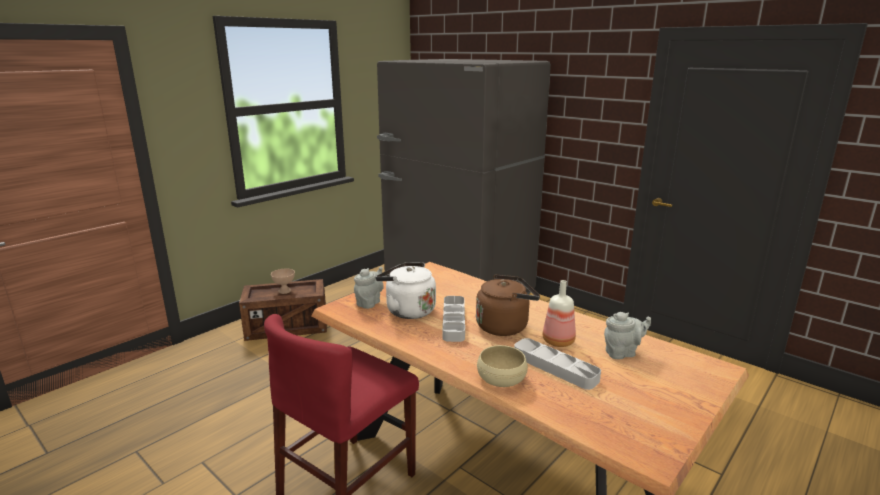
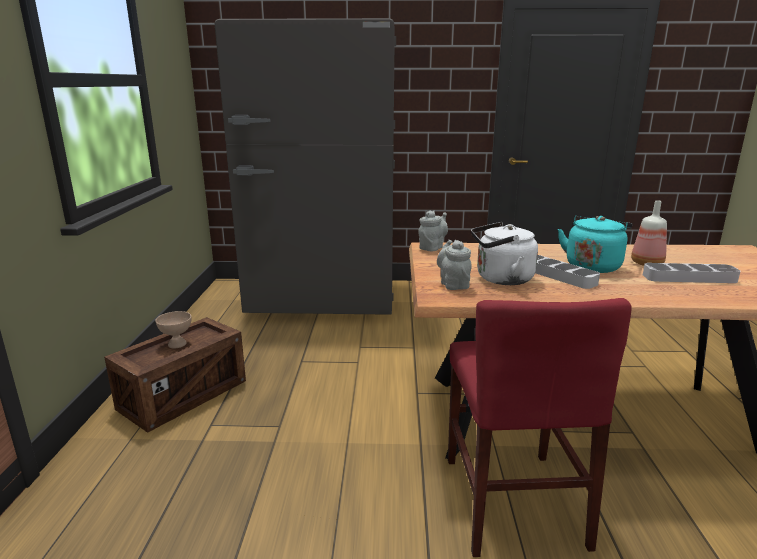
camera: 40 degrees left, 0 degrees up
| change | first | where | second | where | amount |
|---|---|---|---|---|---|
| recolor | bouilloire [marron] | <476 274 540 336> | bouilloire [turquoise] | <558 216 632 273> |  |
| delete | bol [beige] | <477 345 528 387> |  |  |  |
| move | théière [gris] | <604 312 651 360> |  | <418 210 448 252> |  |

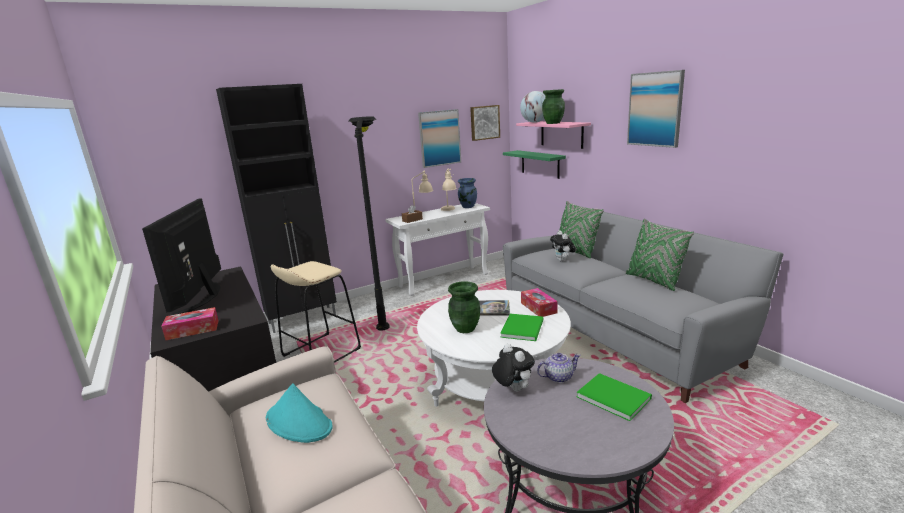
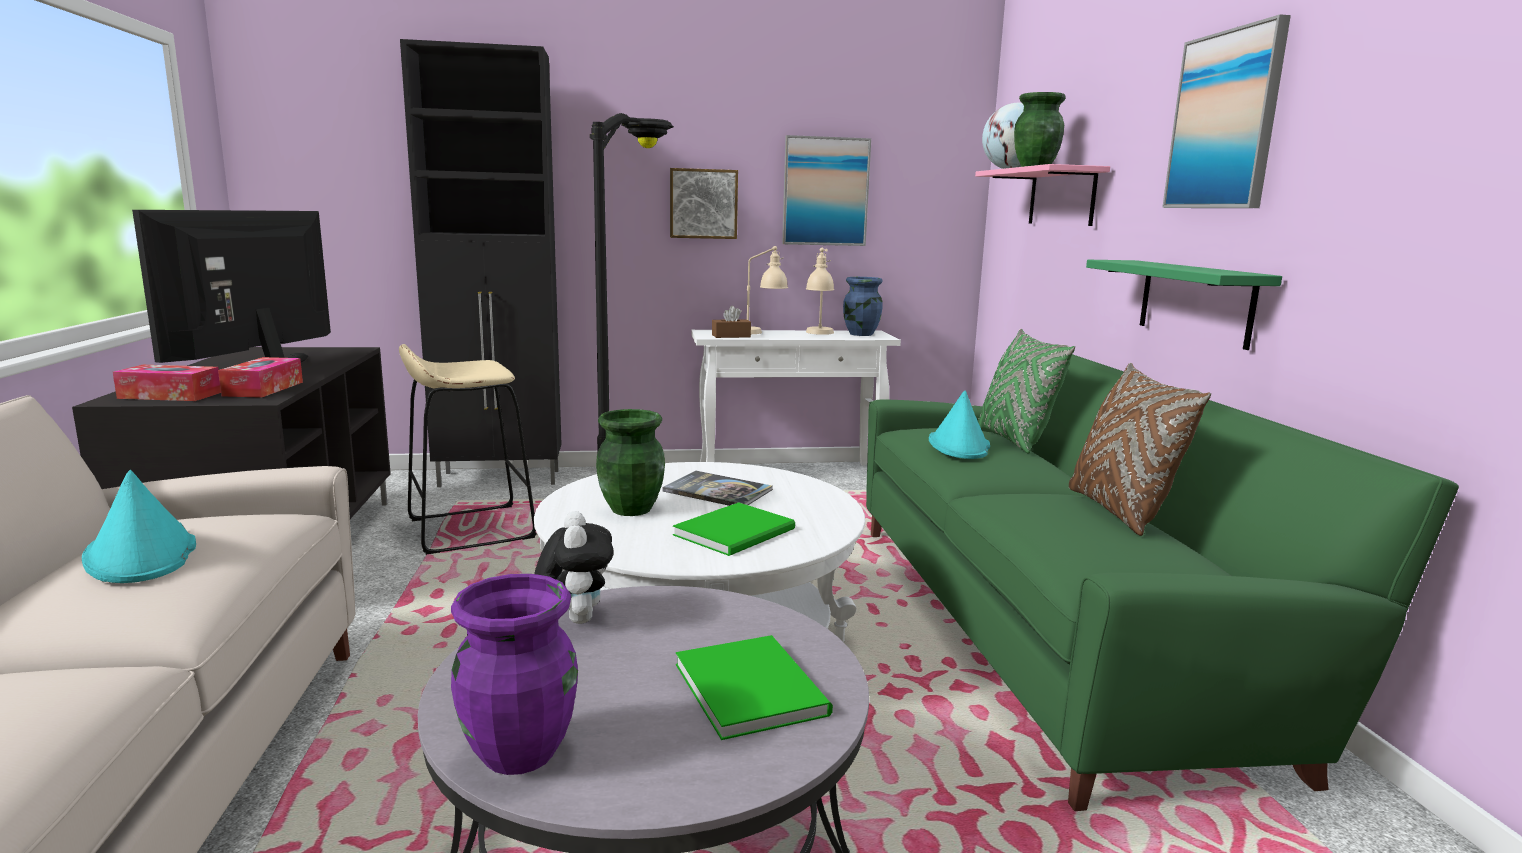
camera: 20 degrees right, 5 degrees down
| change | first | where | second | where | amount |
|---|---|---|---|---|---|
| move | tableau | <470 105 500 141> |  | <670 168 738 239> |  |
| move | étagère [vert] | <503 150 566 179> |  | <1086 260 1282 350> |  |
| recolor | canapé [gris] | <503 206 784 403> | canapé [vert] | <866 354 1459 811> |  |
| move | boîte à mouchoirs | <521 288 558 317> |  | <218 357 303 398> |  |
| delete | théière | <537 353 581 383> |  |  |  |
| replace | peluche | <550 230 576 262> | chapeau [turquoise] | <929 391 990 459> |  |
| recolor | coussin [vert] | <626 218 694 291> | coussin [marron] | <1069 363 1211 536> |  |
| insert |  |  | vase [violet] | <451 574 578 775> |  |

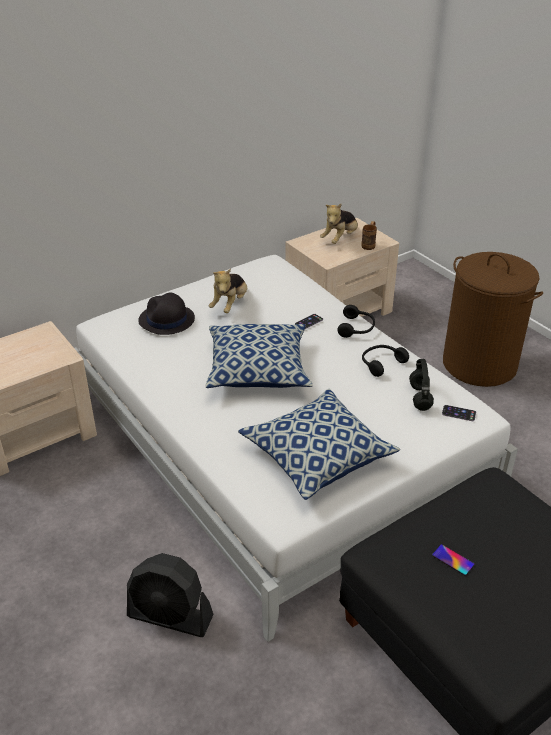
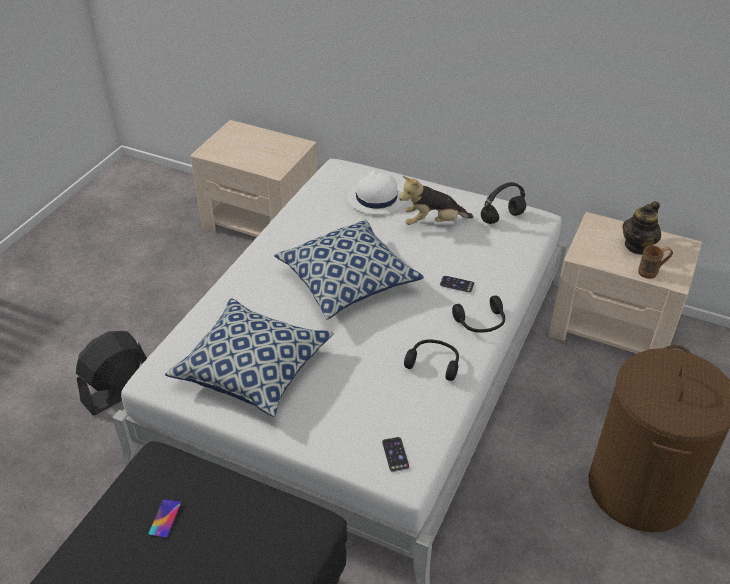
camera: 60 degrees right, 5 degrees up
| change | first | where | second | where | amount |
|---|---|---|---|---|---|
| rotate | ventilateur [noir] | <127 553 214 637> |  | <76 331 147 415> | 60 degrees clockwise |
| recolor | chapeau [noir] | <138 292 195 335> | chapeau [blanc] | <348 170 406 215> |  |
| replace | peluche | <320 204 358 244> | théière | <623 201 661 255> |  |
| move | casque audio [noir] | <409 359 434 411> |  | <481 182 526 224> |  |

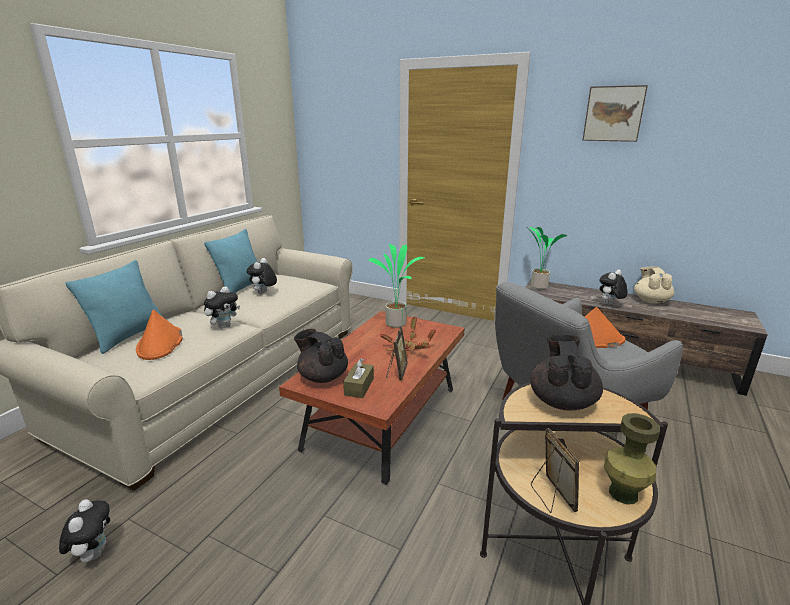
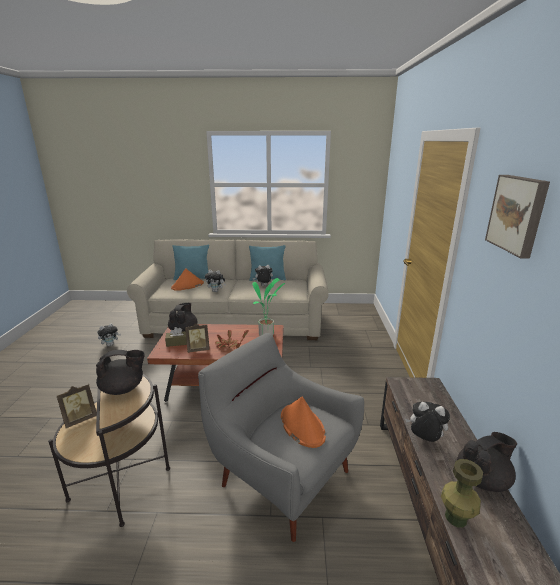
camera: 65 degrees right, 0 degrees up
| change | first | where | second | where | amount |
|---|---|---|---|---|---|
| delete | plante en pot | <525 226 567 289> |  |  |  |
| move | vase [vert] | <604 413 660 504> |  | <441 459 483 528> |  |
| recolor | théière [beige] | <634 267 674 304> | théière [noir] | <457 432 517 492> |  |

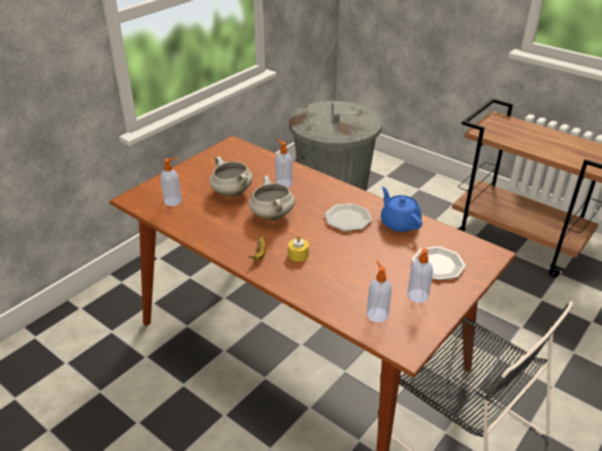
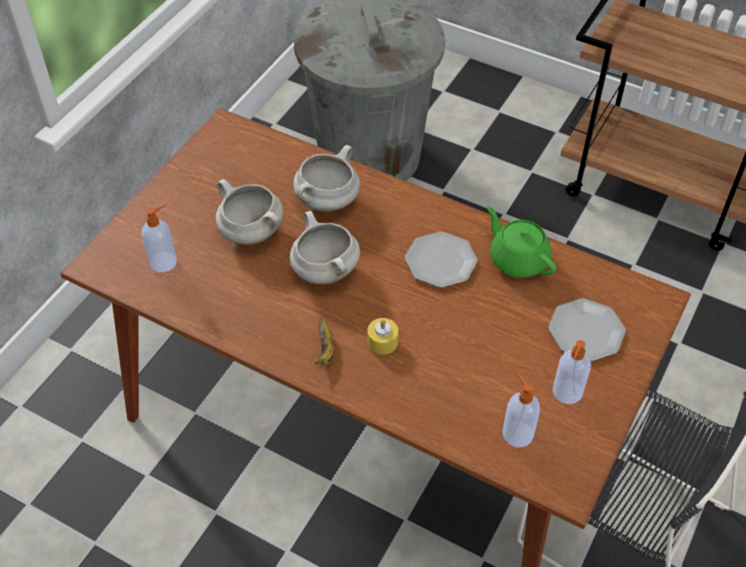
camera: 10 degrees left, 15 degrees up
| change | first | where | second | where | amount |
|---|---|---|---|---|---|
| replace | distributeur de savon | <275 139 293 187> | marmite [blanc] | <293 145 360 212> |  |
| recolor | théière [bleu] | <381 187 422 232> | théière [vert] | <487 206 557 278> |  |

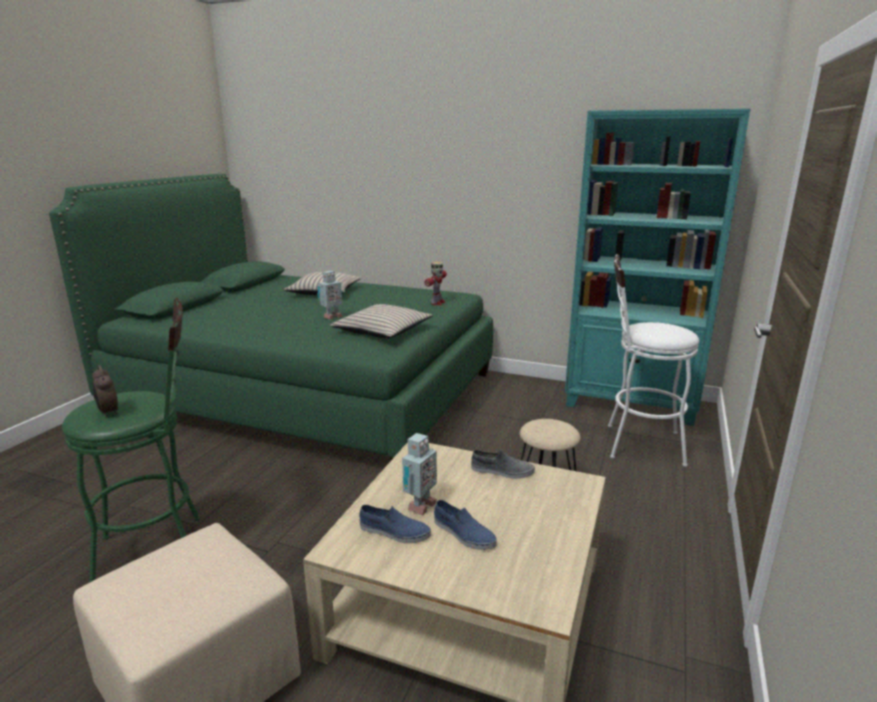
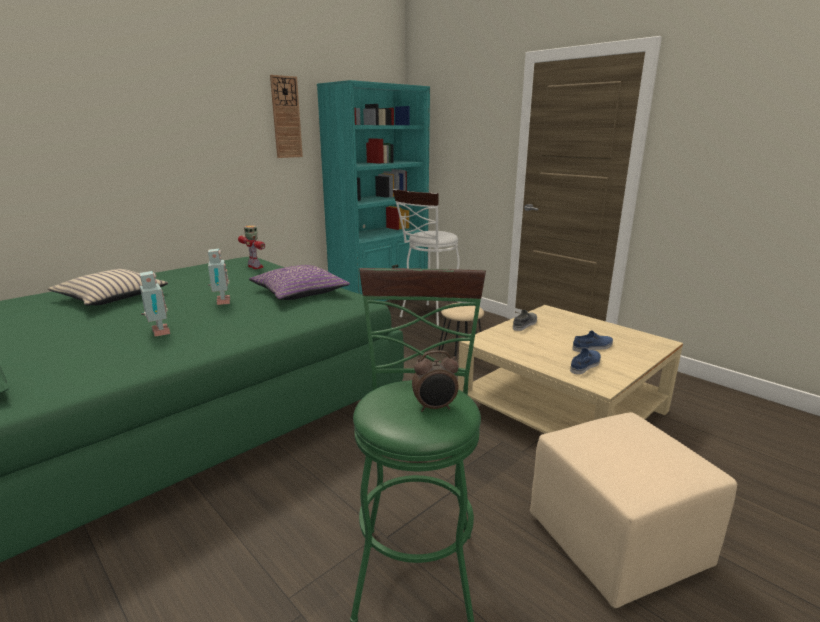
camera: 65 degrees left, 0 degrees up
| change | first | where | second | where | amount |
|---|---|---|---|---|---|
| recolor | coussin [beige] | <330 304 433 338> | coussin [violet] | <249 265 350 300> |  |
| move | robot jouet | <402 433 437 516> |  | <139 271 170 337> |  |
| insert |  |  | horloge murale | <270 75 303 158> |  |

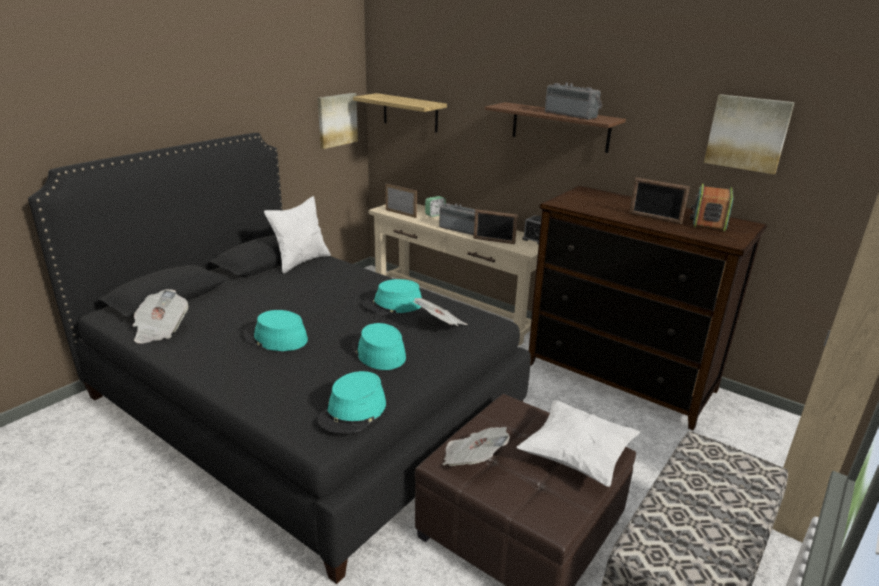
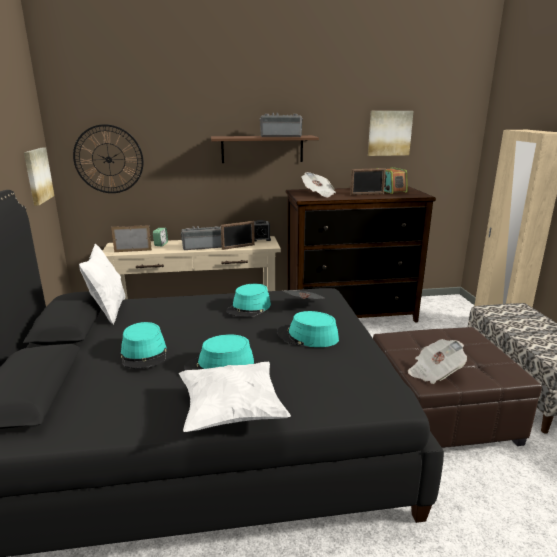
camera: 45 degrees left, 5 degrees down
| change | first | where | second | where | amount |
|---|---|---|---|---|---|
| move | journal | <132 289 188 343> |  | <301 172 336 198> |  |
| move | chapeau [turquoise] | <317 371 386 433> |  | <121 322 167 369> |  |
| replace | étagère | <353 93 447 133> | horloge murale | <73 124 144 193> |  |
| move | coussin [blanc] | <516 400 640 487> |  | <179 362 291 432> |  |

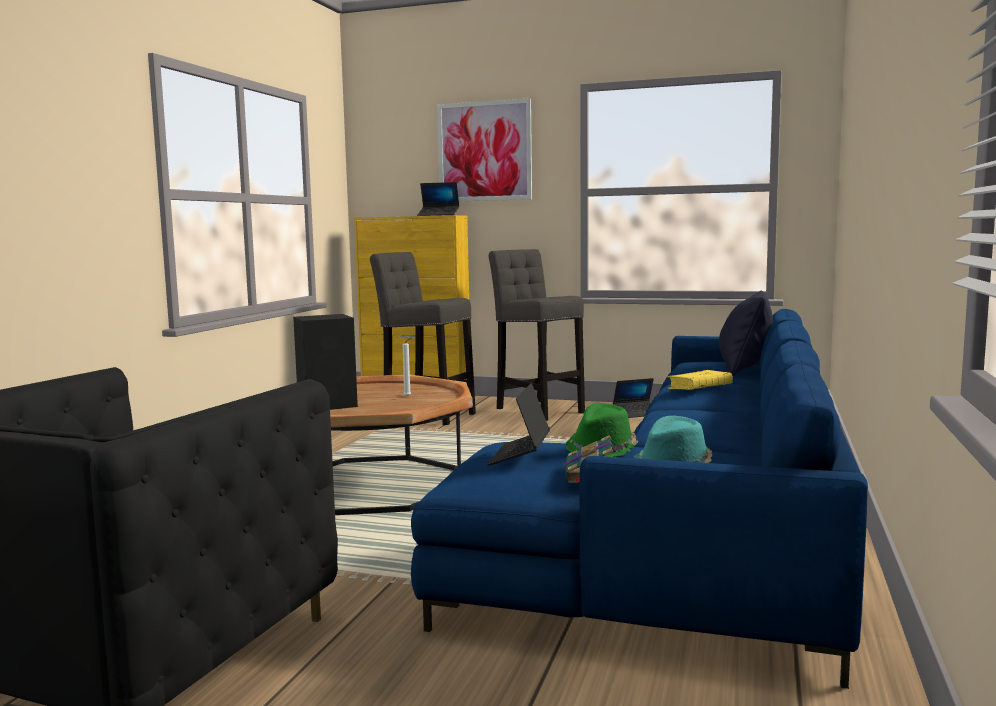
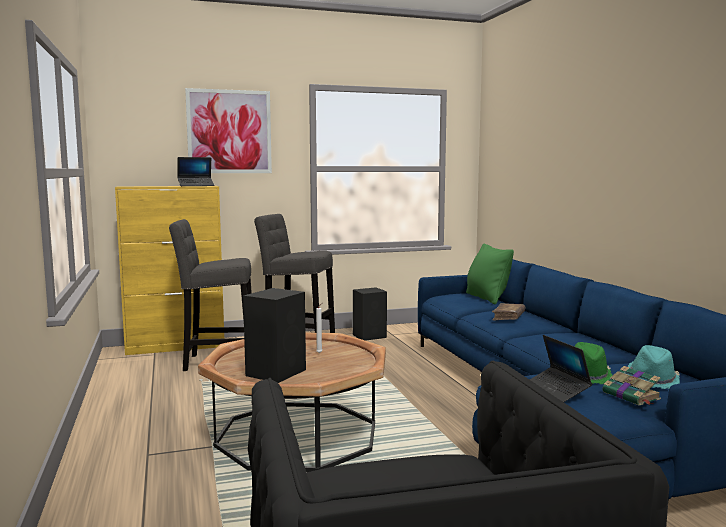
camera: 35 degrees left, 0 degrees up
| change | first | where | second | where | amount |
|---|---|---|---|---|---|
| replace | ordinateur portable | <613 378 654 418> | enceinte [noir] | <353 287 387 341> |  |
| recolor | livre [jaune] | <667 370 733 390> | livre [marron] | <492 303 525 320> |  |
| recolor | coussin [noir] | <719 291 773 376> | coussin [vert] | <466 243 514 304> |  |

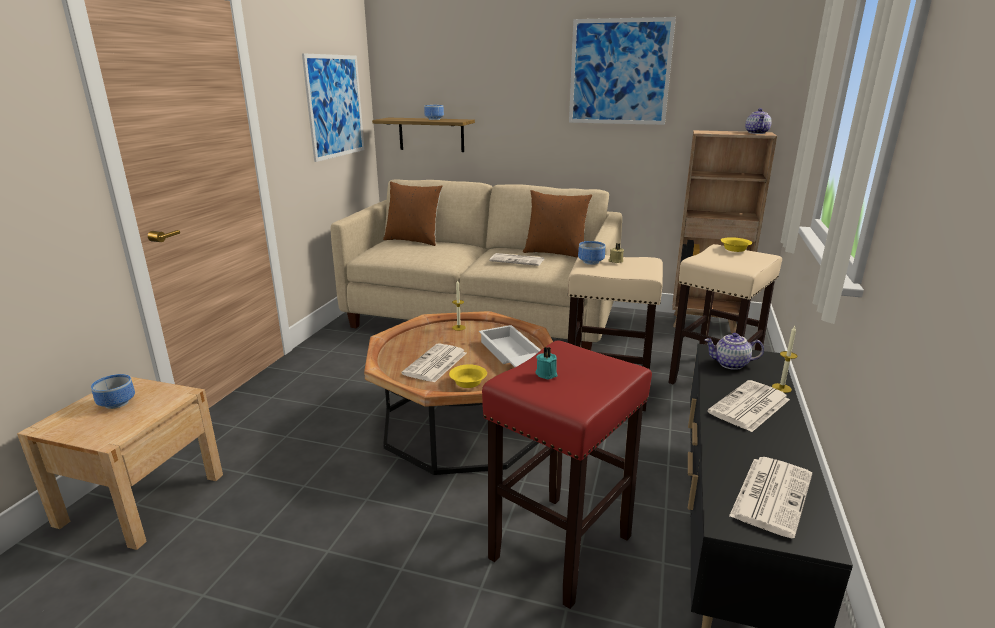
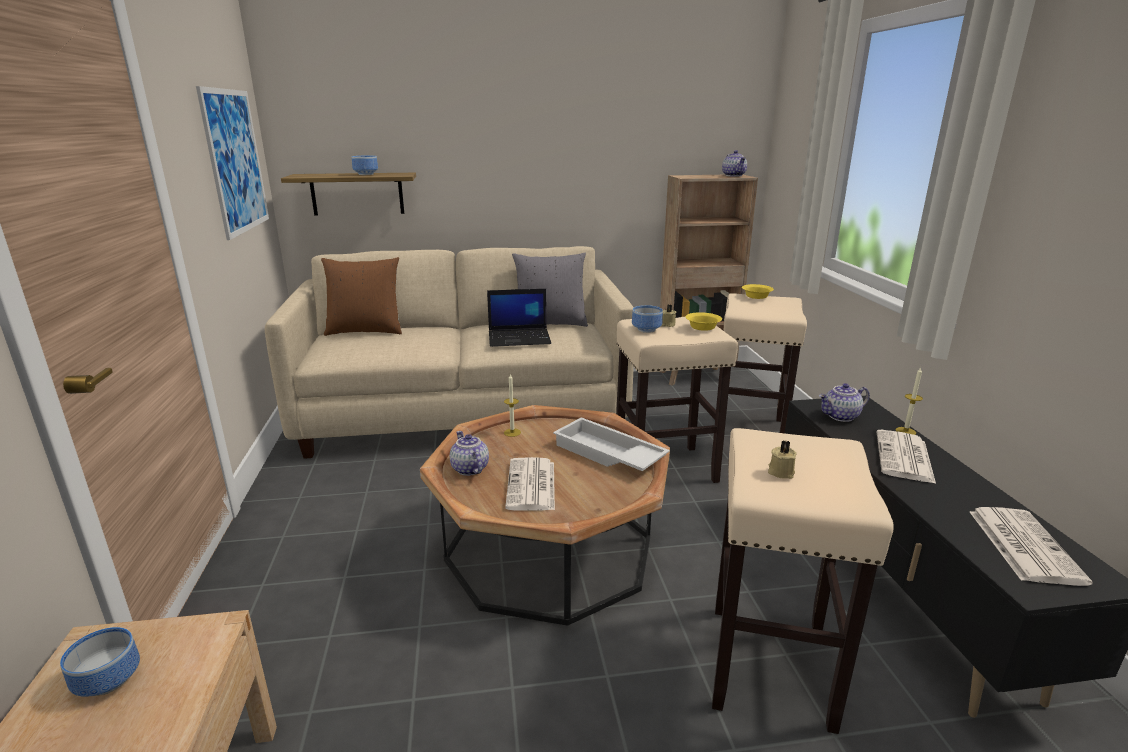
camera: 25 degrees left, 0 degrees up
| change | first | where | second | where | amount |
|---|---|---|---|---|---|
| move | bol [jaune] | <449 364 487 388> |  | <685 312 722 331> |  |
| recolor | tabouret [rouge] | <482 340 652 609> | tabouret [beige] | <712 428 894 734> |  |
| replace | journal | <489 253 544 266> | ordinateur portable | <487 289 551 347> |  |
| recolor | coussin [marron] | <523 190 592 258> | coussin [gris] | <512 253 588 327> |  |
| recolor | bougie [turquoise] | <535 347 558 379> | bougie [beige] | <768 440 797 479> |  |
| delete | tableau | <569 17 676 125> |  |  |  |
| insert |  |  | théière | <450 431 489 476> |  |

